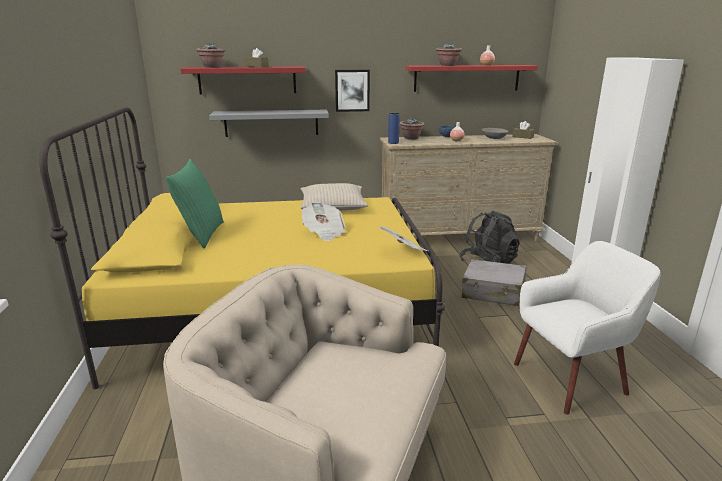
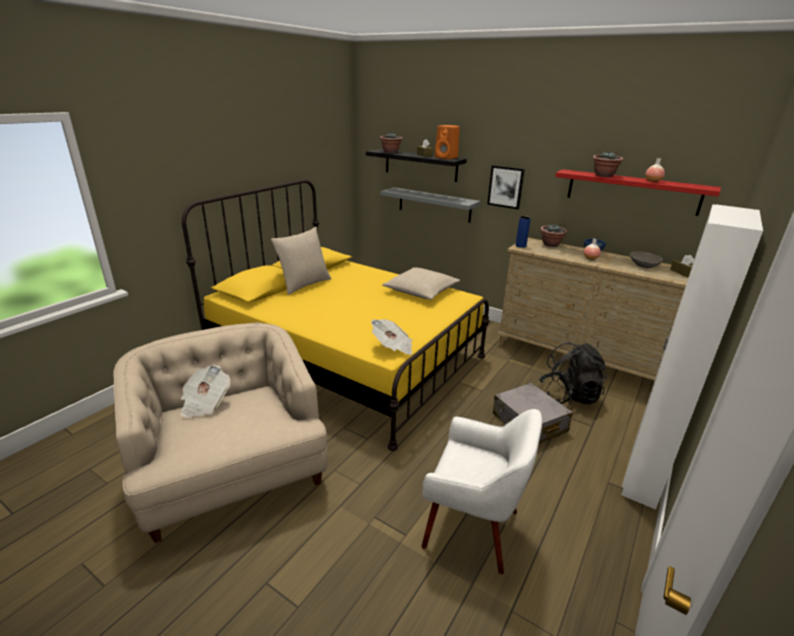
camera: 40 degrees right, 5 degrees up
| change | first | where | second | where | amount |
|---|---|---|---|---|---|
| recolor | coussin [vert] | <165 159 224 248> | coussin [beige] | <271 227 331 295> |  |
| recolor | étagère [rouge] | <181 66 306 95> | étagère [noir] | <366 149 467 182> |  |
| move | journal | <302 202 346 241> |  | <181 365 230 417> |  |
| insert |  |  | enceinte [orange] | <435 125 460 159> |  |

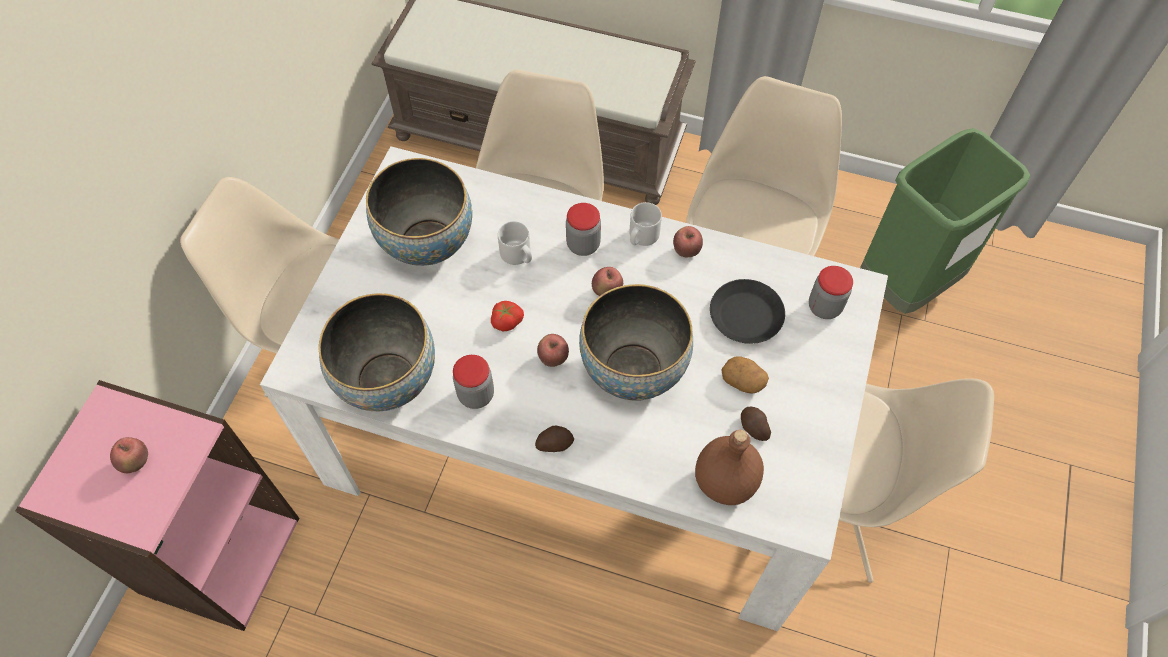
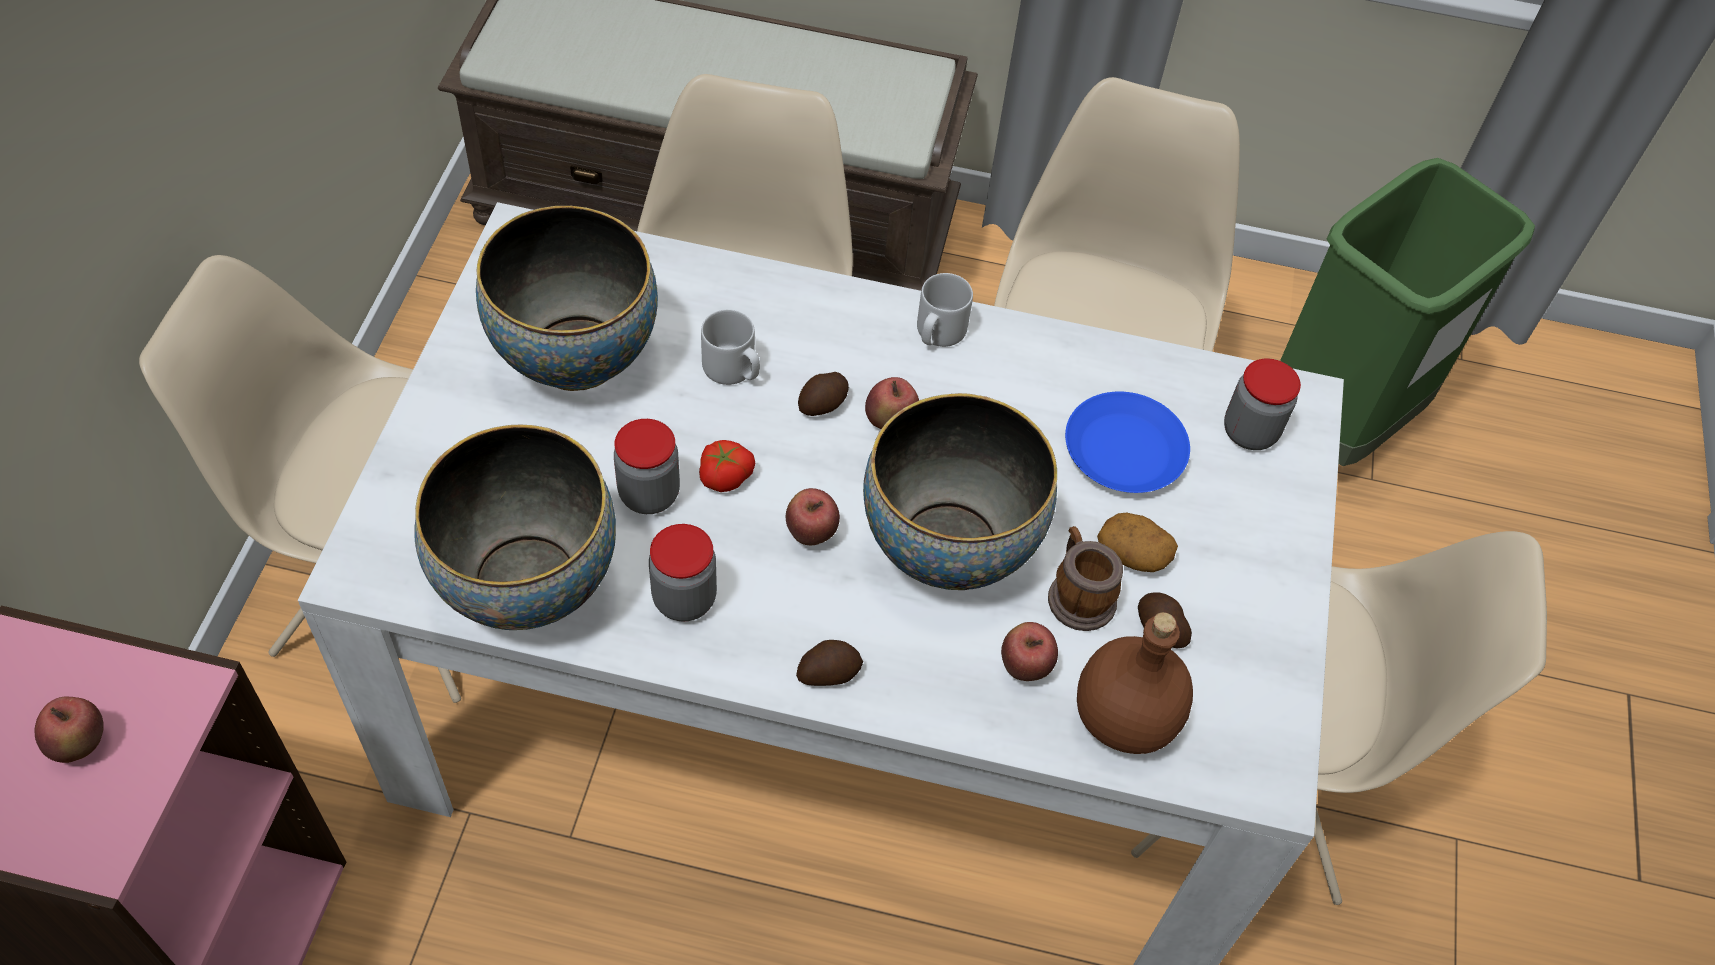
camera: 10 degrees left, 5 degrees down
| change | first | where | second | where | amount |
|---|---|---|---|---|---|
| move | bocal | <566 203 601 256> |  | <614 419 680 514> |  |
| move | pomme | <673 226 703 257> |  | <1001 622 1058 681> |  |
| recolor | assiette [noir] | <710 279 785 344> | assiette [bleu] | <1065 392 1190 493> |  |
| insert |  |  | pomme de terre | <798 372 849 416> |  |
| insert |  |  | mug | <1048 526 1123 631> |  |

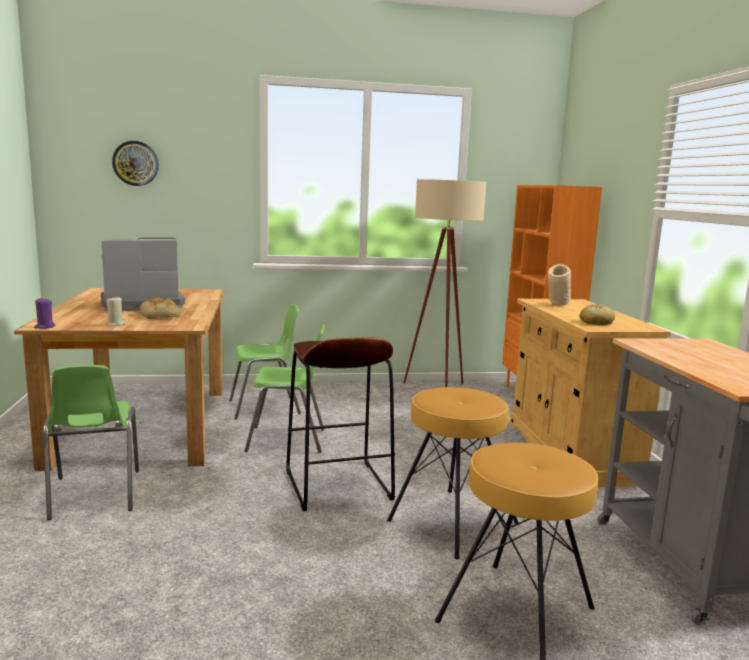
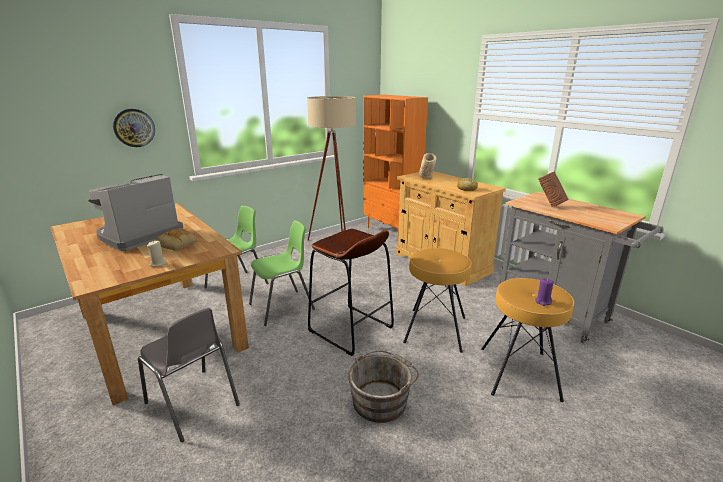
camera: 30 degrees left, 10 degrees up
| change | first | where | second | where | amount |
|---|---|---|---|---|---|
| move | bougie [violet] | <34 298 56 329> |  | <535 278 554 306> |  |
| recolor | chaise [vert] | <43 365 139 520> | chaise [gris] | <138 308 240 442> |  |
| move | horloge murale | <112 141 159 186> |  | <113 109 155 147> |  |
| insert |  |  | seau [gris] | <348 351 419 423> |  |
| insert |  |  | vase [marron] | <538 171 568 207> |  |

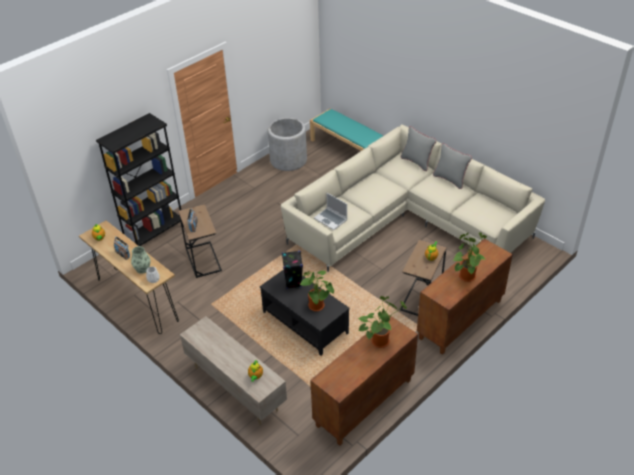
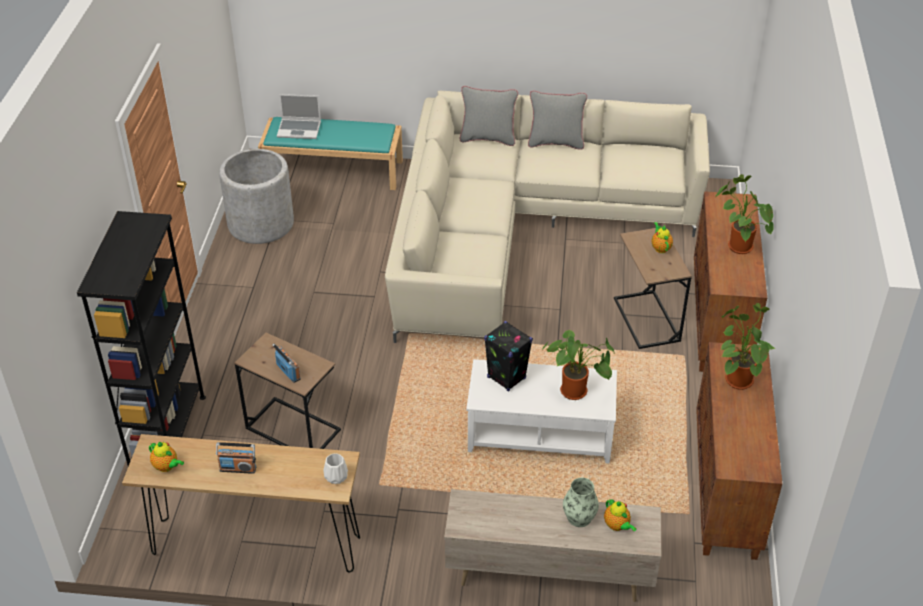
camera: 40 degrees left, 0 degrees up
| change | first | where | second | where | amount |
|---|---|---|---|---|---|
| move | vase | <131 246 151 274> |  | <563 477 599 527> |  |
| recolor | table basse [noir] | <260 269 350 356> | table basse [blanc] | <466 359 617 464> |  |
| move | ordinateur portable | <314 193 347 230> |  | <277 94 321 139> |  |

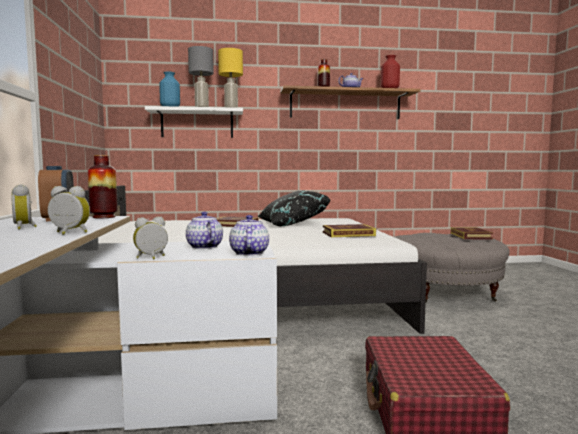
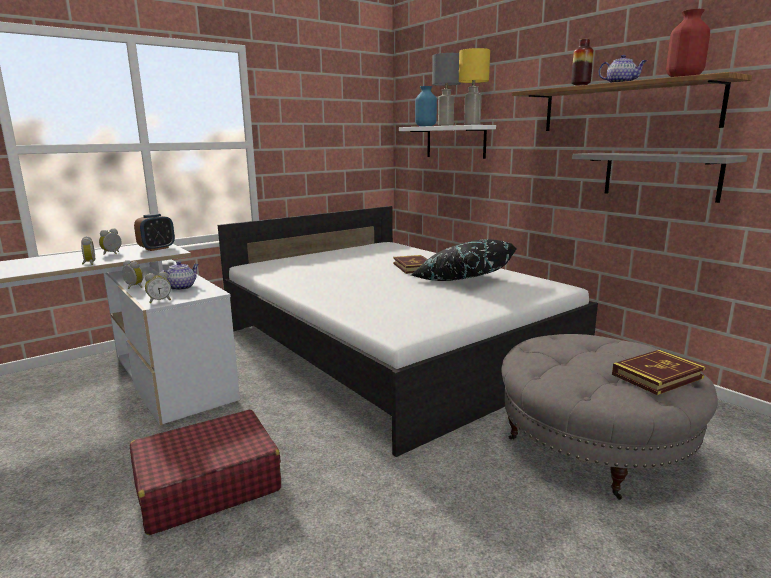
camera: 60 degrees right, 10 degrees up
| change | first | where | second | where | amount |
|---|---|---|---|---|---|
| delete | vase | <88 155 118 218> |  |  |  |
| replace | théière | <229 215 269 256> | réveil | <145 271 171 304> |  |
| delete | livre | <323 224 376 237> |  |  |  |
| insert |  |  | étagère [gris] | <572 153 748 203> |  |

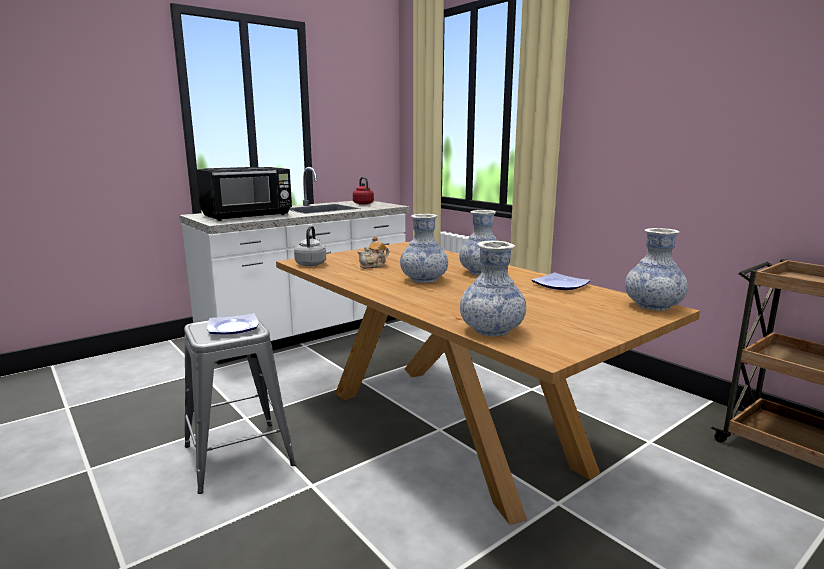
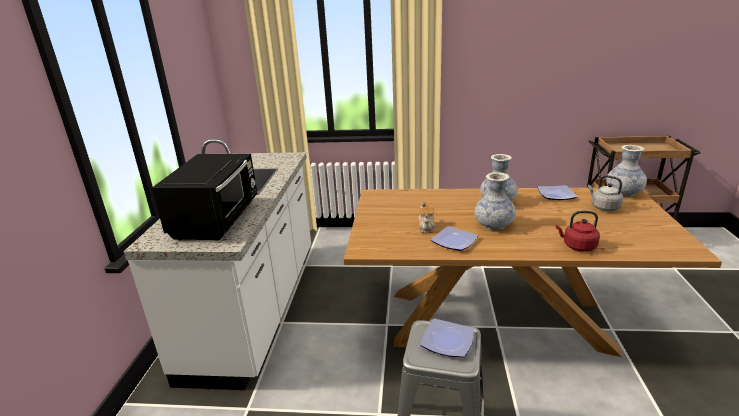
camera: 45 degrees left, 10 degrees up
| change | first | where | second | where | amount |
|---|---|---|---|---|---|
| move | bouilloire [gris] | <294 226 326 266> |  | <588 175 623 211> |  |
| move | bouilloire [rouge] | <353 177 374 205> |  | <556 211 600 252> |  |
| delete | vase | <460 241 526 337> |  |  |  |
| insert |  |  | assiette | <431 226 478 251> |  |

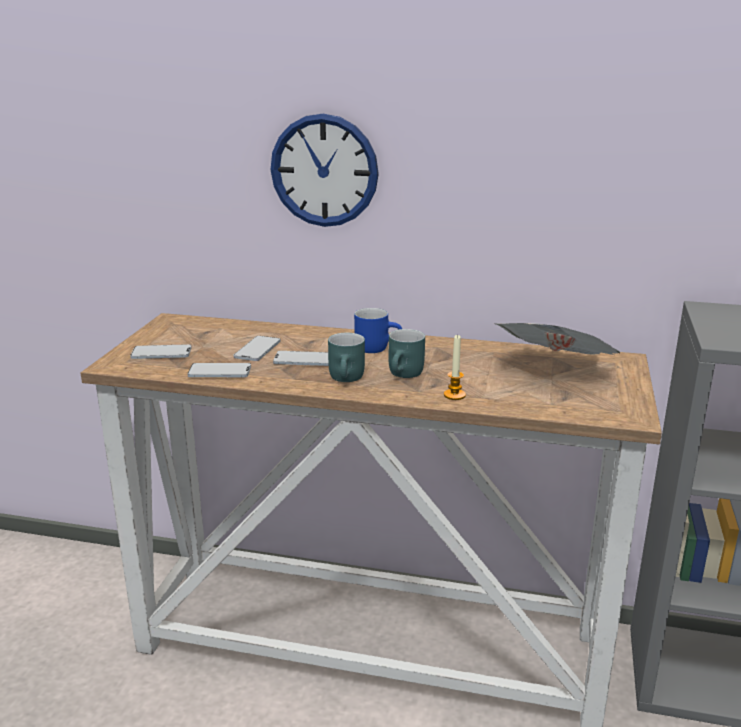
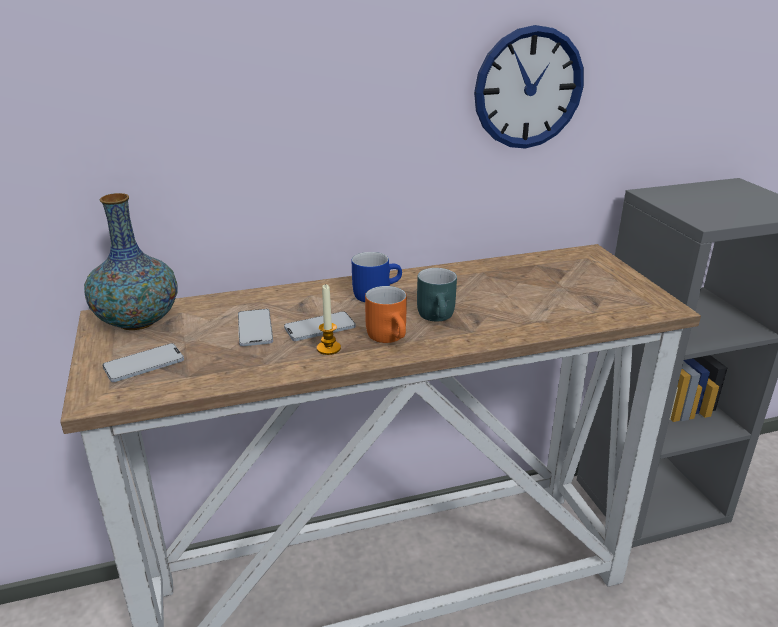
camera: 30 degrees left, 5 degrees up
| change | first | where | second | where | amount |
|---|---|---|---|---|---|
| delete | téléphone | <187 363 251 377> |  |  |  |
| move | horloge murale | <270 114 379 227> |  | <474 25 584 149> |  |
| recolor | mug [turquoise] | <328 333 365 382> | mug [orange] | <365 286 407 343> |  |
| move | bougie | <444 334 466 400> |  | <317 285 341 355> |  |
| delete | journal | <494 323 620 355> |  |  |  |
| insert |  |  | vase | <84 193 177 330> |  |

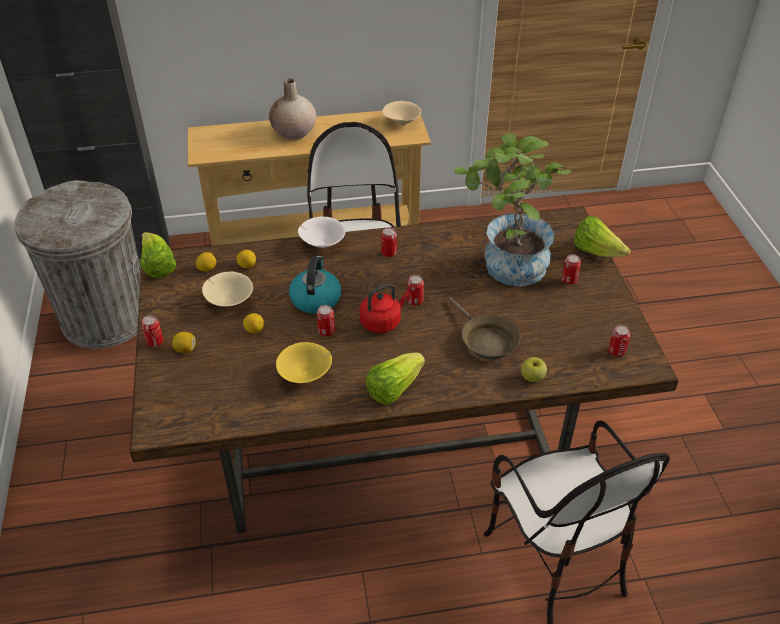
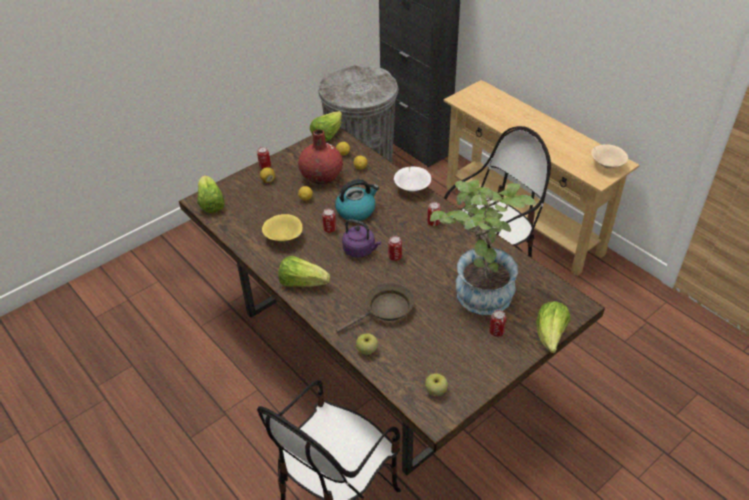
camera: 60 degrees right, 0 degrees up
| change | first | where | second | where | amount |
|---|---|---|---|---|---|
| replace | bol [beige] | <202 271 253 307> | vase [rouge] | <298 129 343 184> |  |
| delete | vase [beige] | <269 79 316 140> |  |  |  |
| recolor | bouilloire [rouge] | <360 283 410 333> | bouilloire [violet] | <342 219 381 258> |  |
| rotate | poêle [marron] | <447 297 520 360> |  | <336 283 415 333> | 150 degrees counterclockwise |
| replace | boîte métallique | <608 325 630 357> | pomme | <425 373 448 396> |  |
| insert |  |  | laitue | <197 176 225 213> |  |

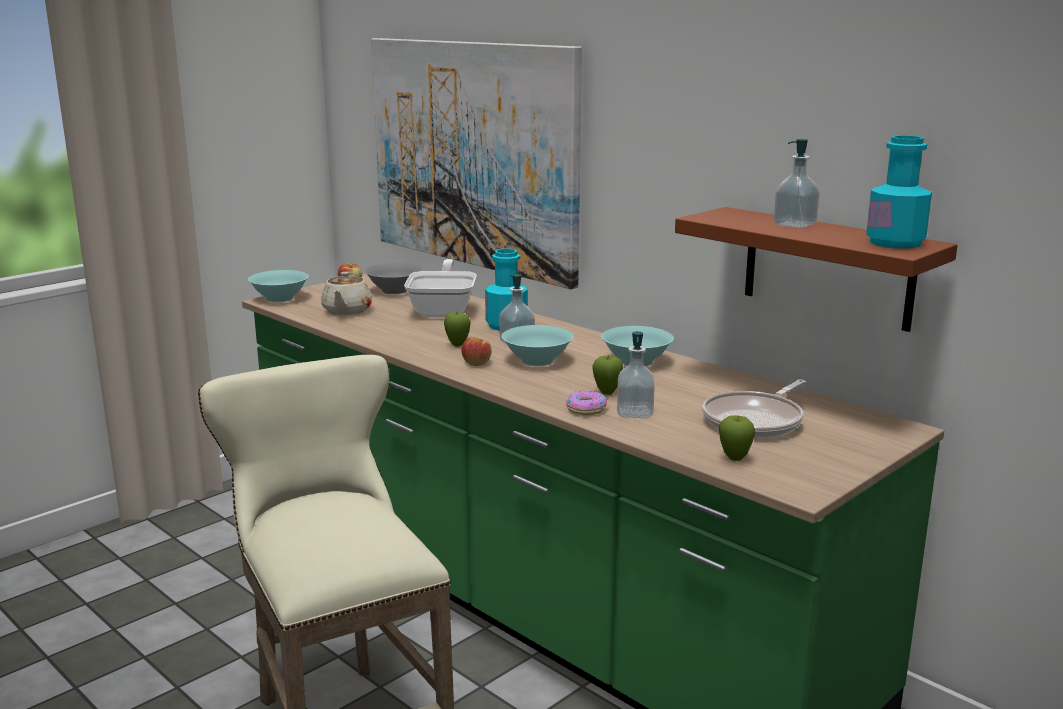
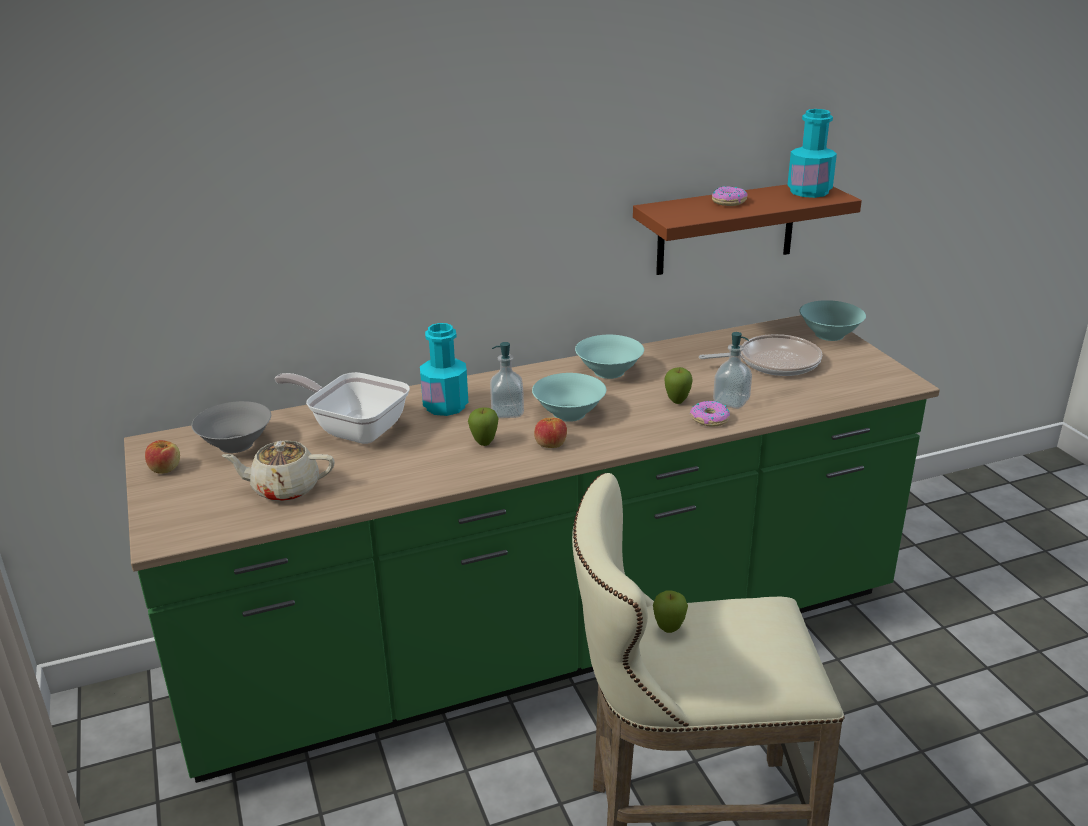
camera: 65 degrees left, 10 degrees up
| change | first | where | second | where | amount |
|---|---|---|---|---|---|
| move | bol [turquoise] | <248 270 309 302> |  | <799 300 866 341> |  |
| rotate | théière [beige] | <321 272 372 315> |  | <221 441 335 502> | 150 degrees clockwise |
| delete | tableau | <371 38 582 289> |  |  |  |
| rotate | poêle | <702 379 806 438> |  | <699 334 822 376> | 75 degrees counterclockwise |
| move | pomme | <719 415 755 461> |  | <653 590 688 633> |  |
| replace | distributeur de savon | <774 139 819 228> | beignet | <712 186 748 206> |  |

